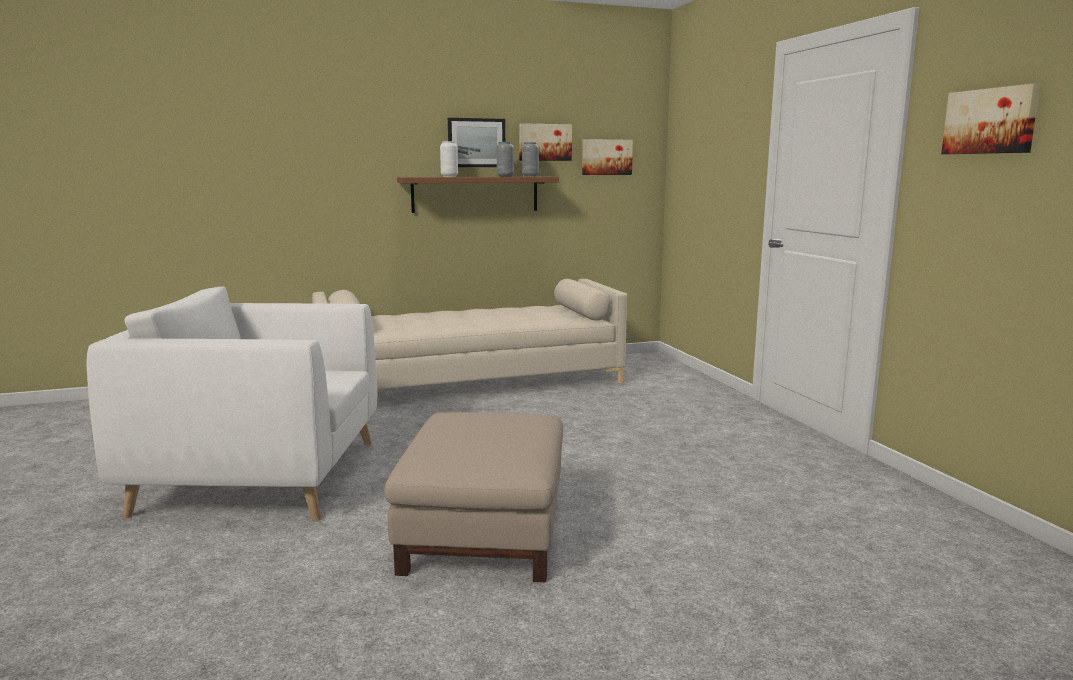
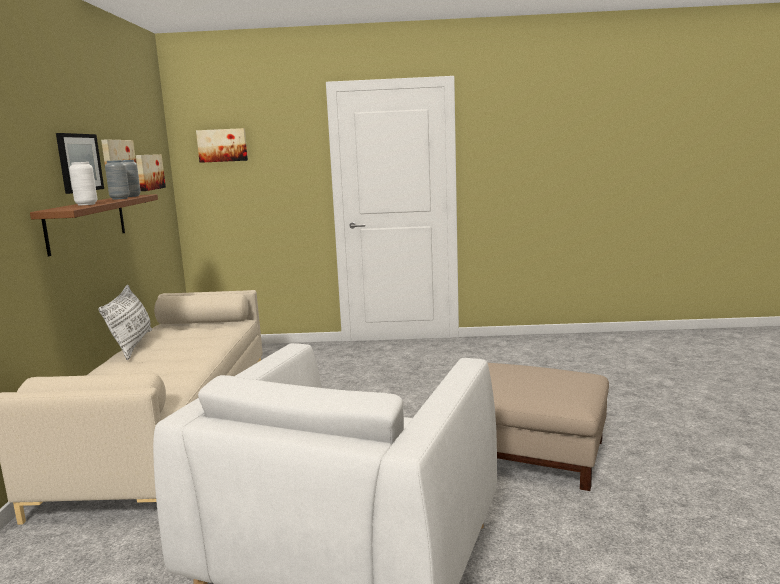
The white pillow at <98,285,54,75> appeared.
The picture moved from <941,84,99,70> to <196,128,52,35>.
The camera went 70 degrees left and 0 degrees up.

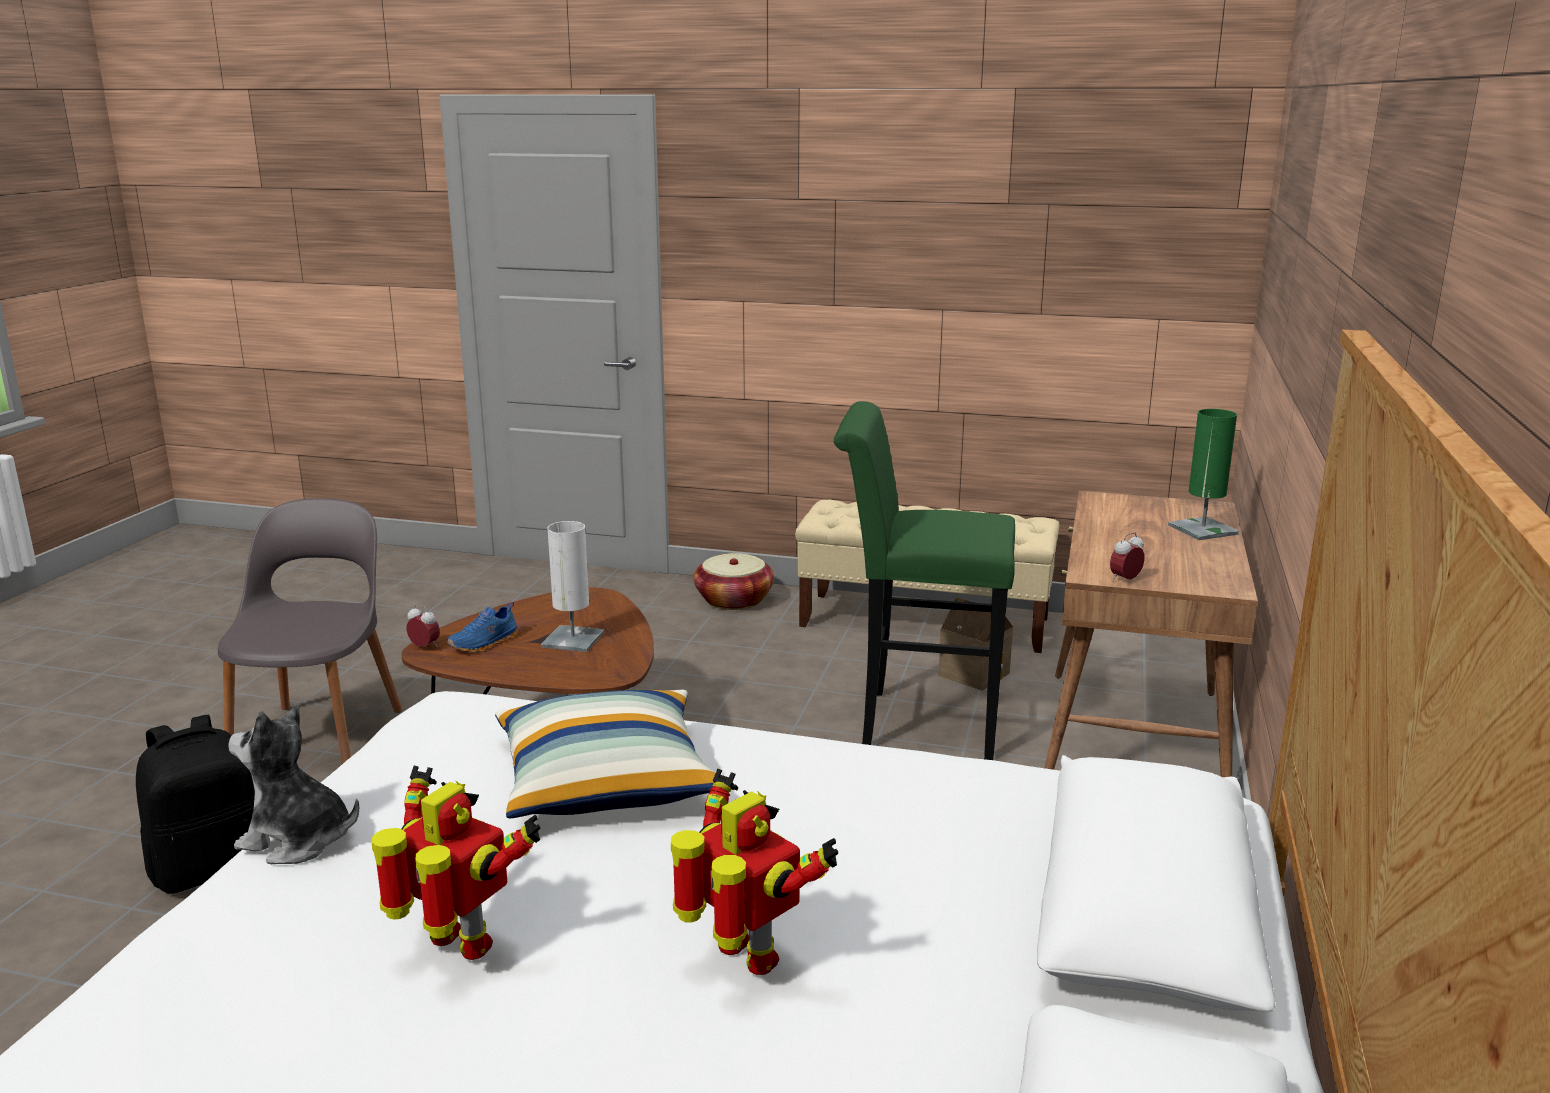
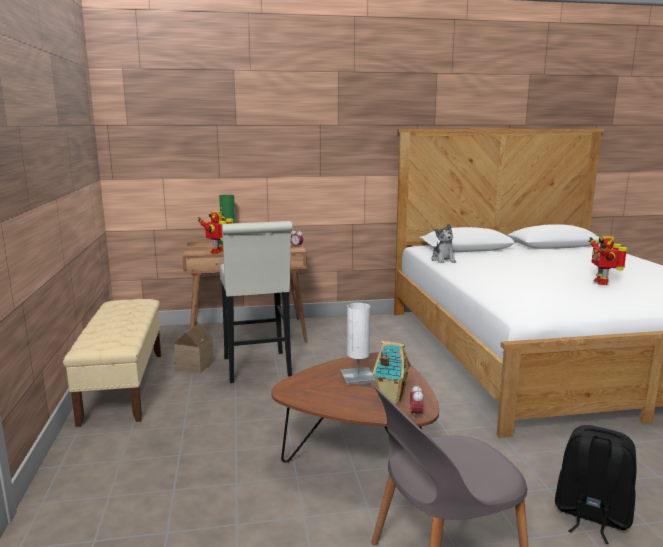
The pillow at <495,690,225,128> disappeared.
The basket at <693,553,81,57> disappeared.
The plush toy moved from <228,705,131,159> to <431,224,25,39>.
The toy robot moved from <671,769,167,206> to <198,211,35,43>.
The blue shoe at <447,602,71,51> was replaced by the toy house at <372,341,39,64>.
The green stool at <834,401,181,359> became the white stool at <220,221,73,162>.
The camera went 115 degrees left and 5 degrees down.

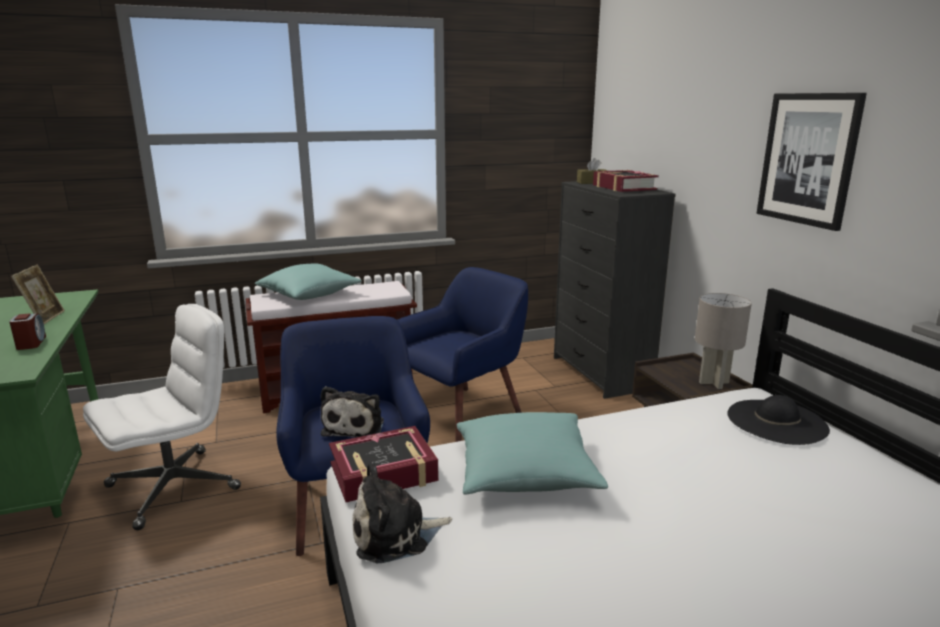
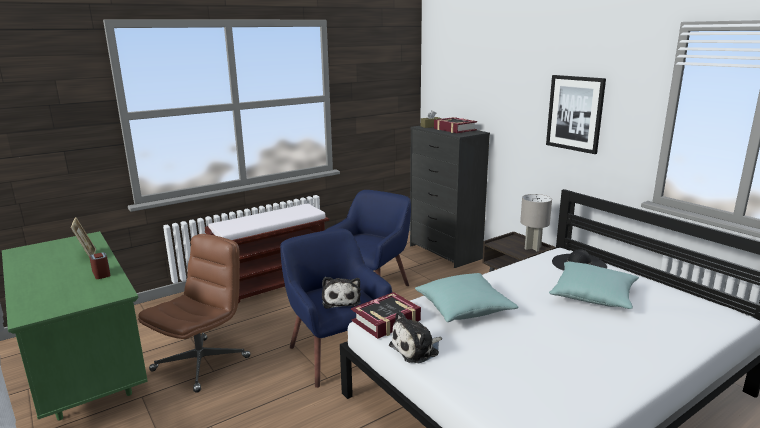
The turquoise pillow moved from <255,263,107,37> to <549,261,90,48>.
The white office chair at <83,304,158,226> became the brown office chair at <138,234,113,159>.
The camera went 15 degrees left and 0 degrees up.

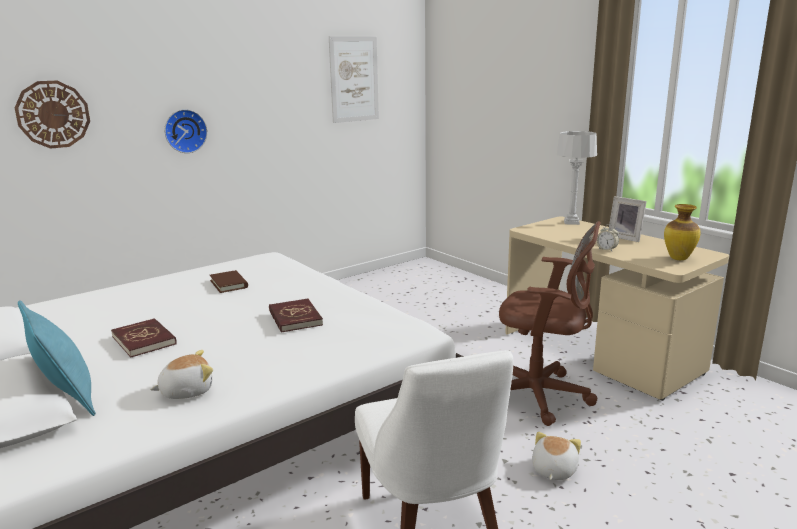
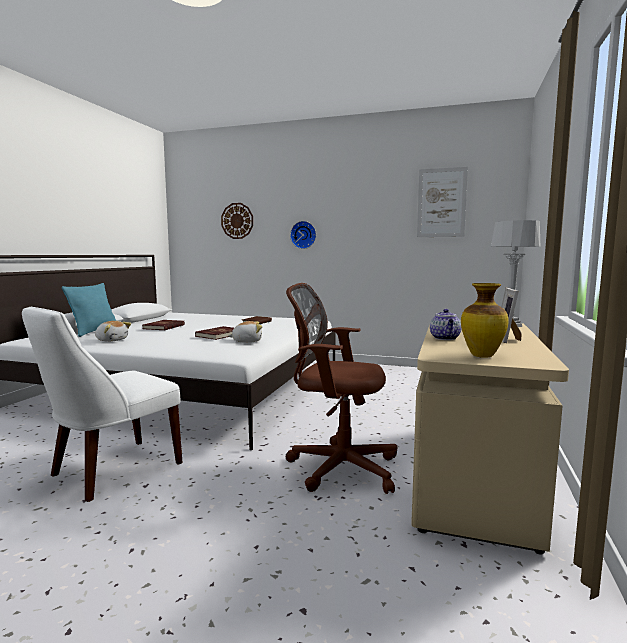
The plush toy moved from <532,432,49,48> to <228,321,34,22>.
The alarm clock at <597,224,22,27> was replaced by the teapot at <430,309,32,31>.
The brown office chair at <499,221,102,205> turned 120 degrees clockwise.
The camera went 55 degrees right and 10 degrees down.

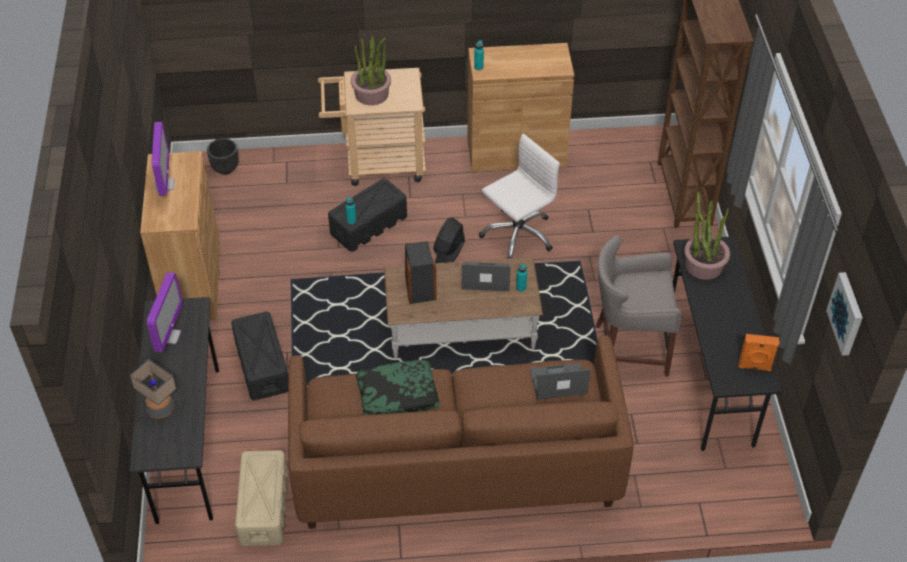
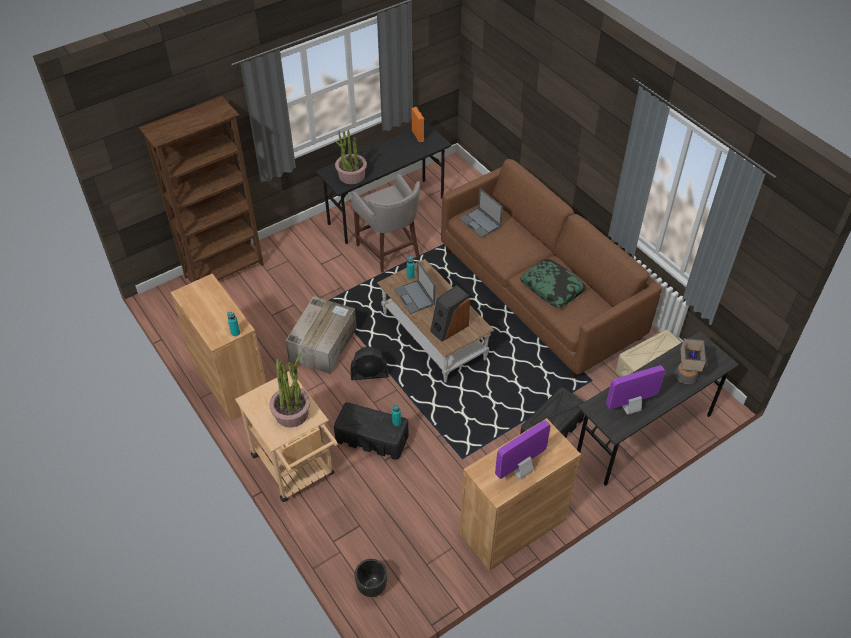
The picture at <826,272,37,84> disappeared.
The white office chair at <479,134,81,125> was replaced by the cardboard box at <285,296,72,78>.
The camera went 120 degrees left and 0 degrees up.

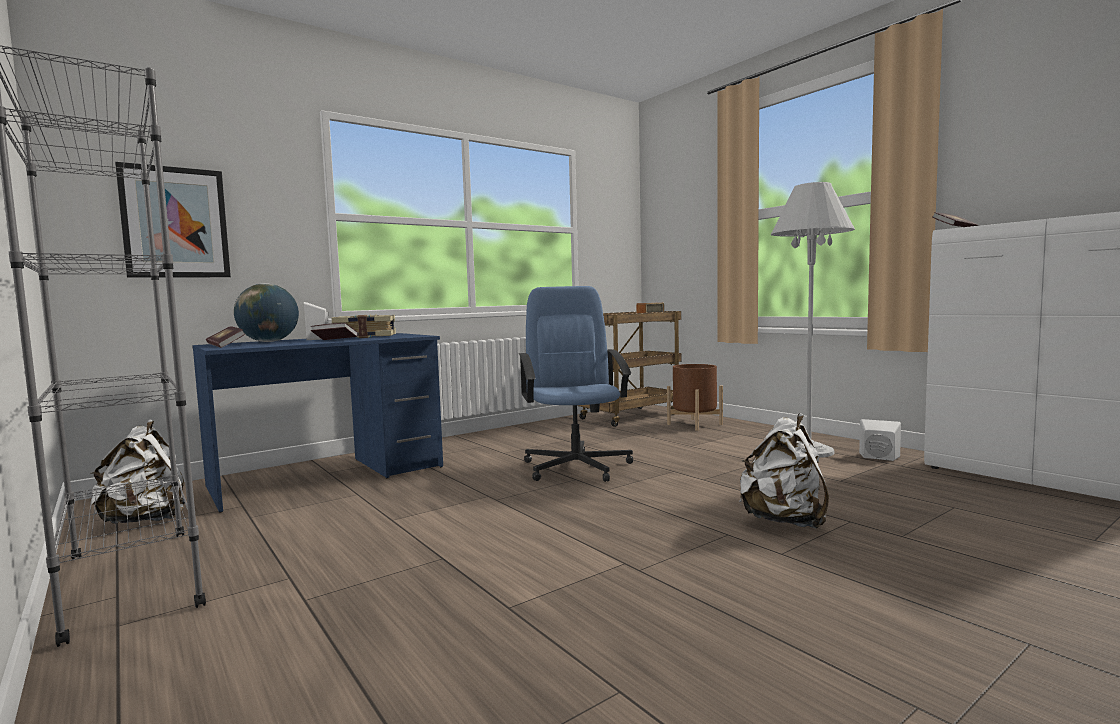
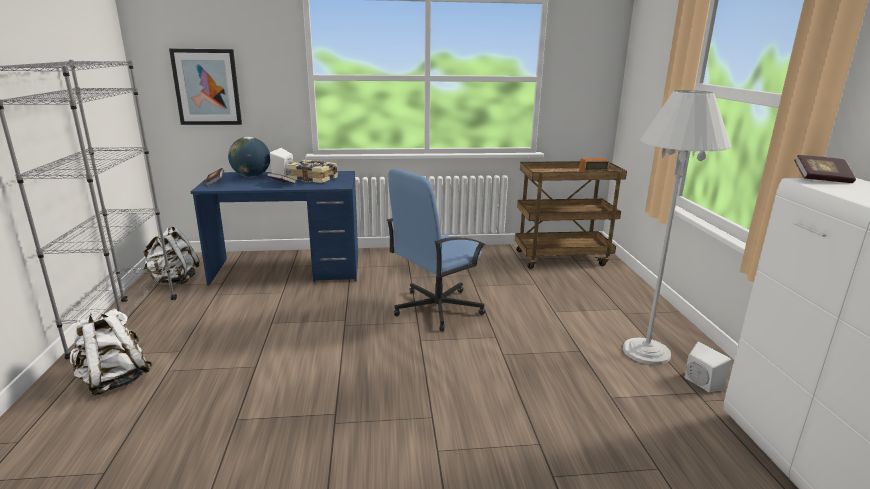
The brown planter at <667,364,56,67> disappeared.
The white backpack moved from <739,413,90,116> to <70,308,83,88>.
The blue office chair at <519,286,114,196> turned 150 degrees counterclockwise.
The camera went 30 degrees right and 15 degrees up.

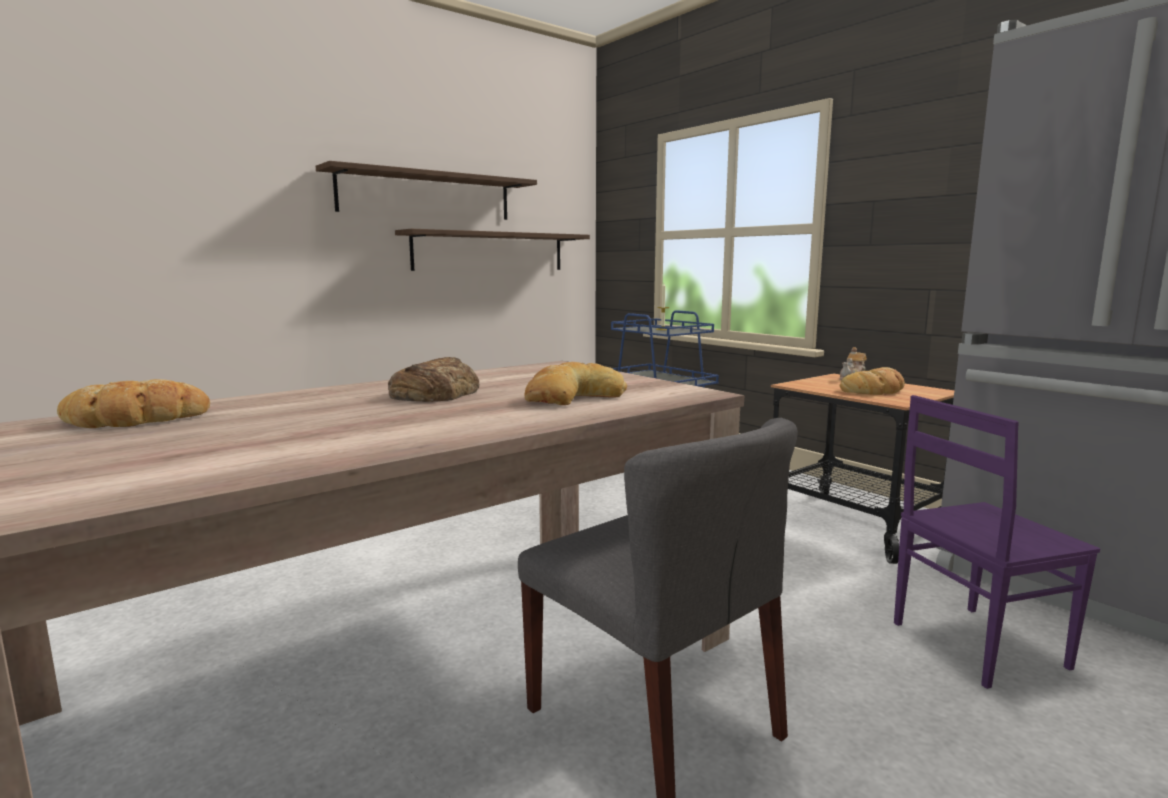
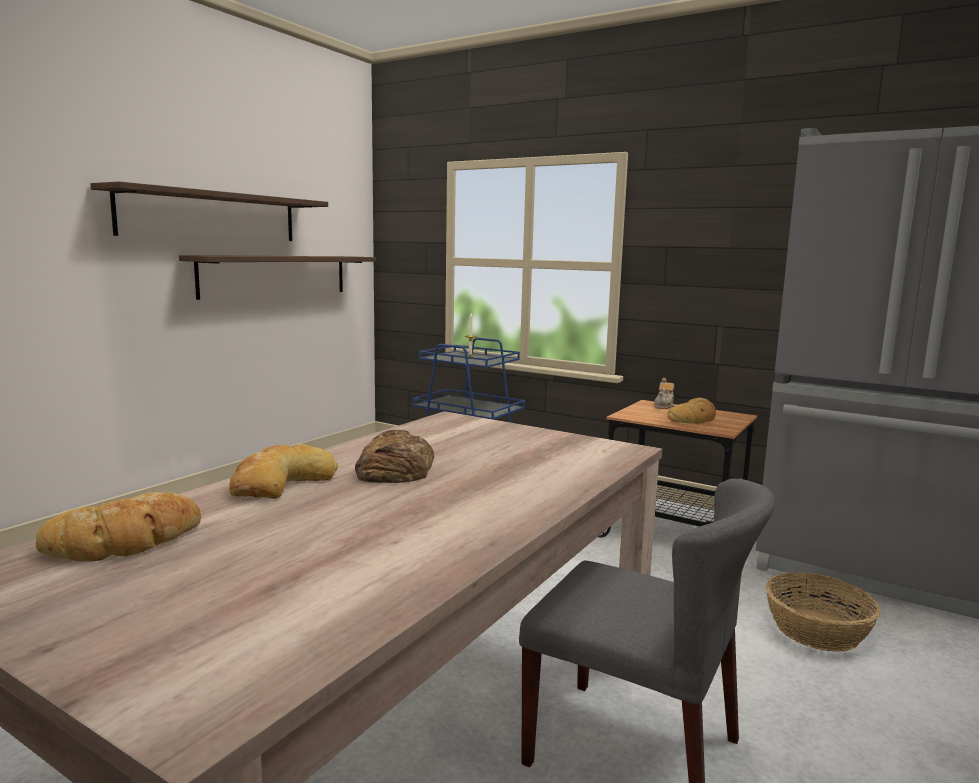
The bread moved from <525,362,102,43> to <229,444,109,55>.
The purple chair at <894,395,206,294> was replaced by the basket at <766,572,115,80>.
The camera went 20 degrees left and 0 degrees up.

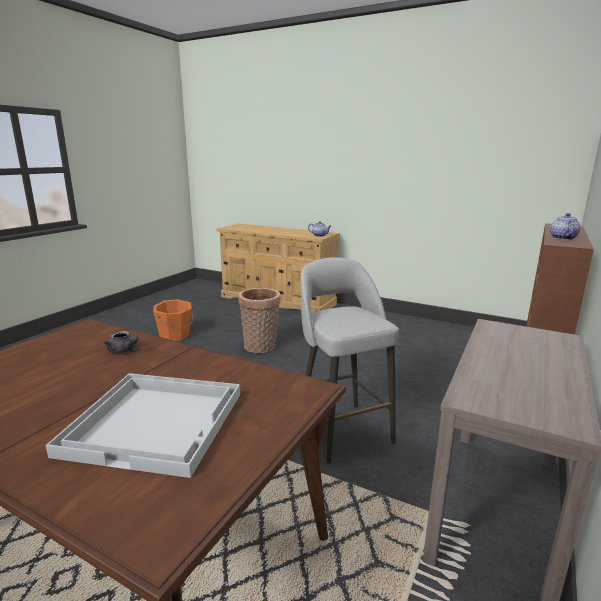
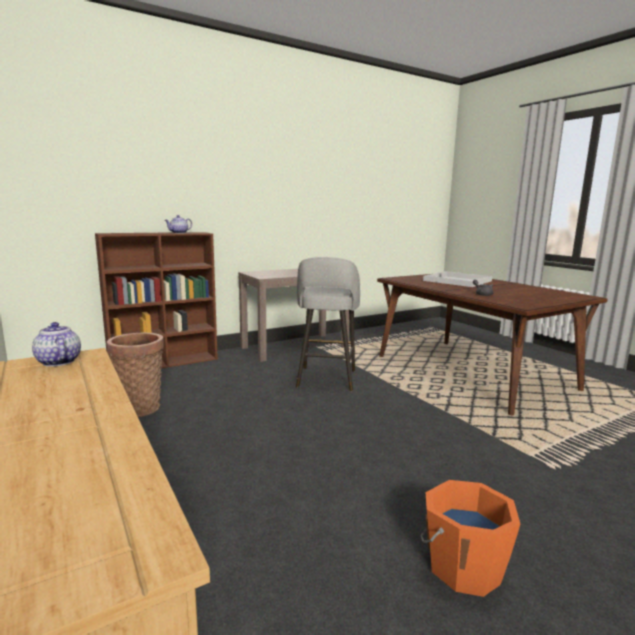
The basket moved from <238,288,43,65> to <106,333,58,84>.
The camera went 150 degrees left and 5 degrees down.

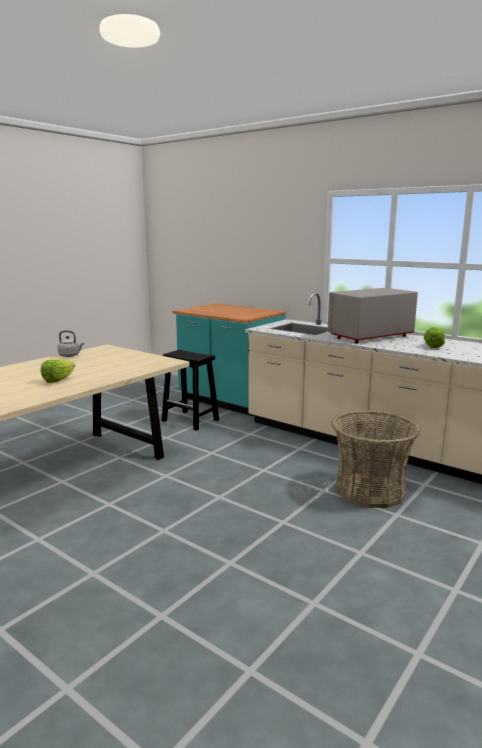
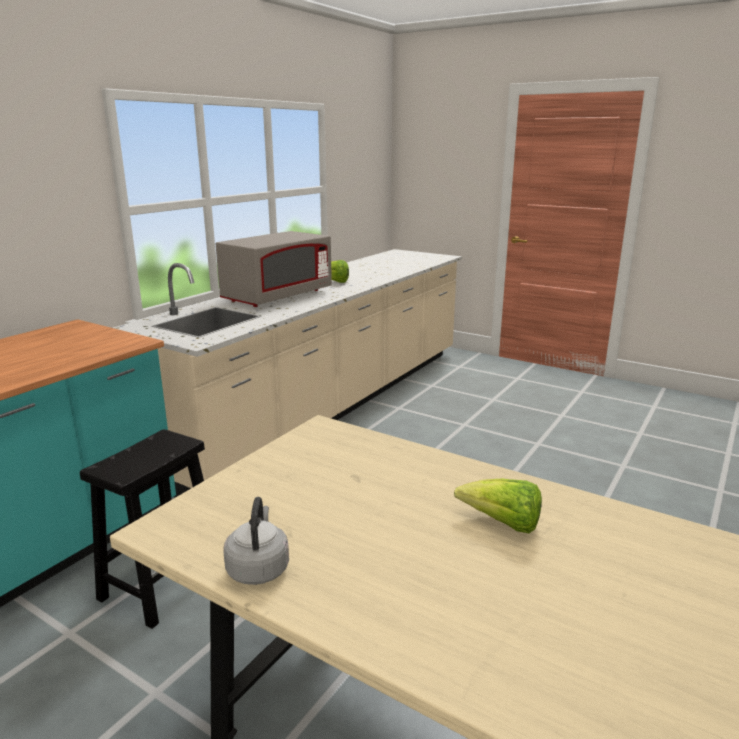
The basket at <331,410,89,98> disappeared.
The grey microwave at <328,288,90,56> turned 105 degrees counterclockwise.
The camera went 95 degrees left and 5 degrees up.

